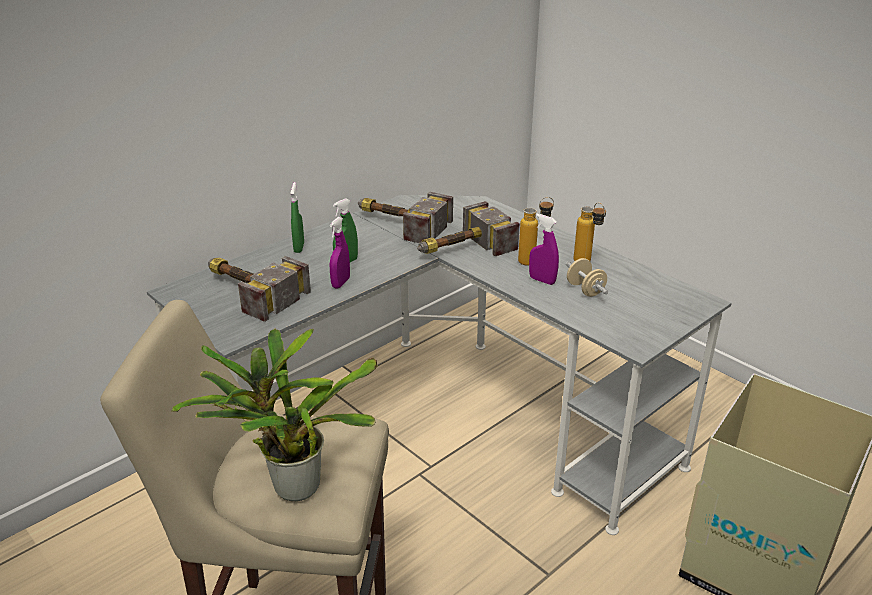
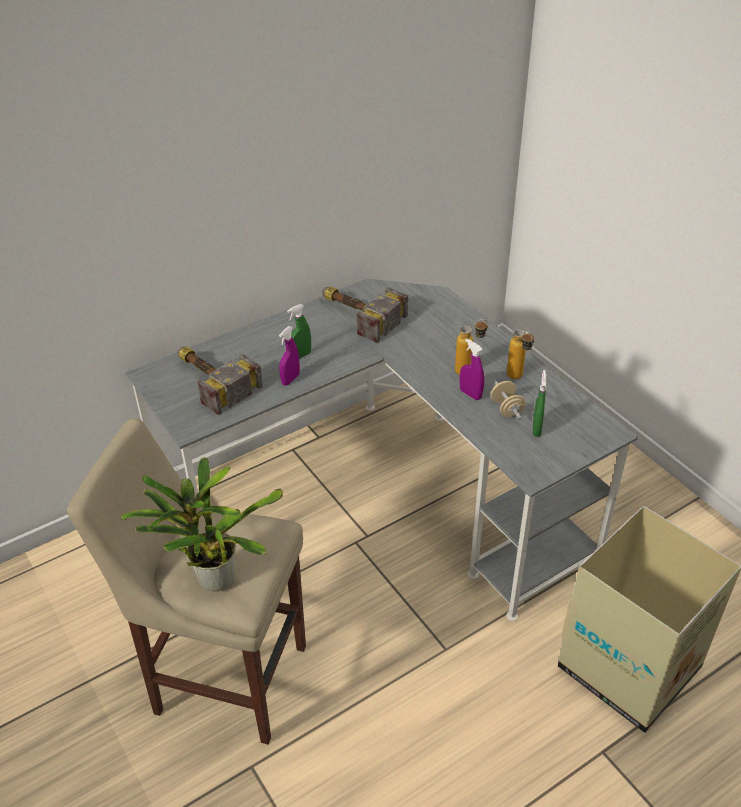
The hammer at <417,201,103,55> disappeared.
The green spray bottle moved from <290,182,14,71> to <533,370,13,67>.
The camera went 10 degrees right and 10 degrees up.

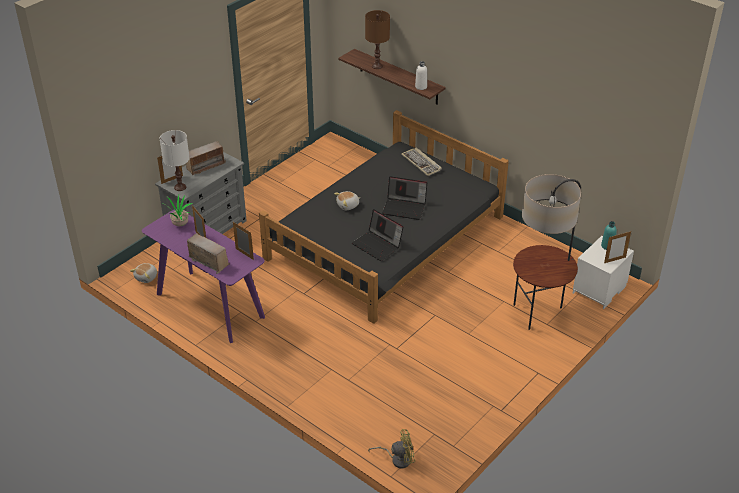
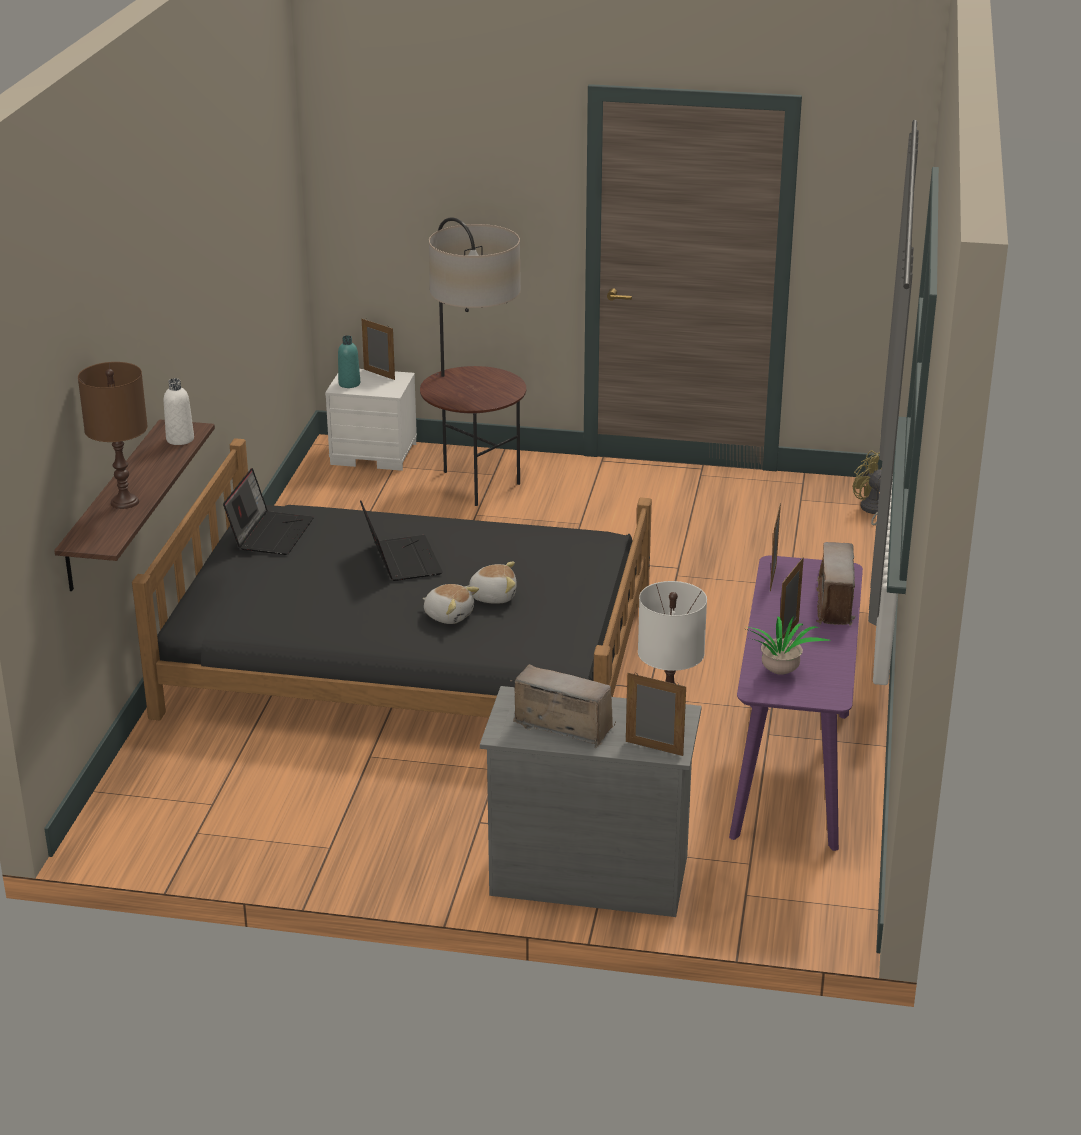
The keyboard at <401,148,41,28> disappeared.
The plush toy moved from <130,263,27,20> to <465,562,52,42>.
The laptop moved from <352,209,52,52> to <223,468,91,87>.
The camera went 120 degrees left and 10 degrees down.

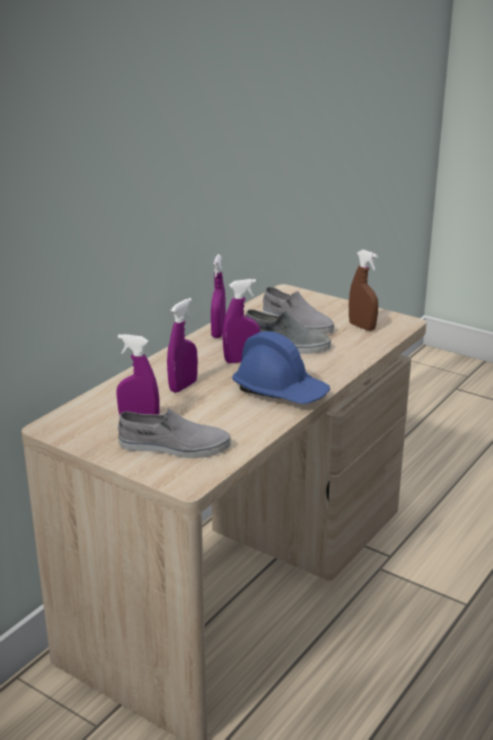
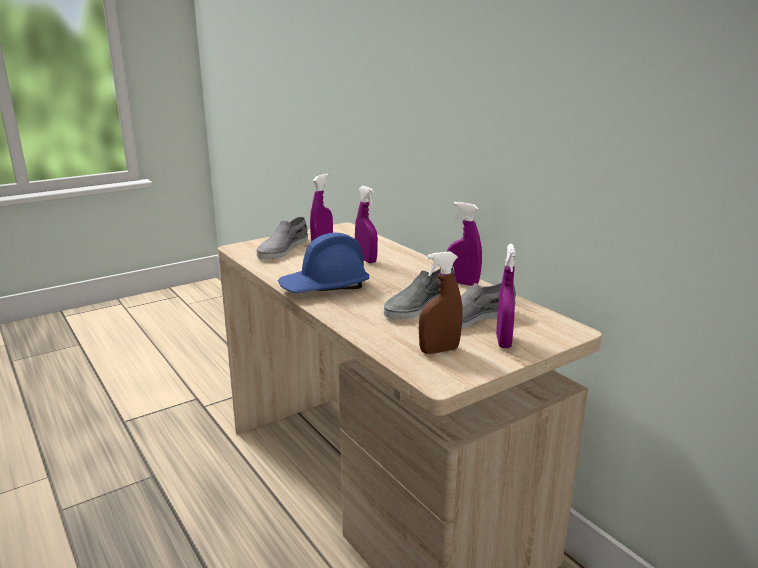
The purple spray bottle moved from <222,279,38,84> to <496,244,20,104>.
The camera went 110 degrees right and 5 degrees down.

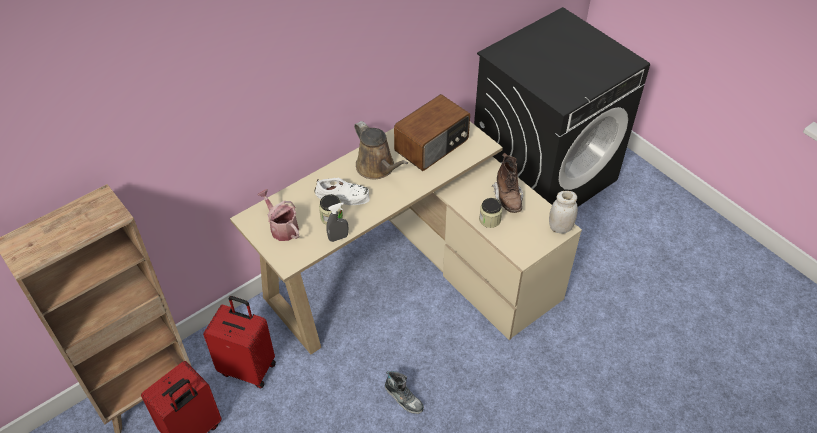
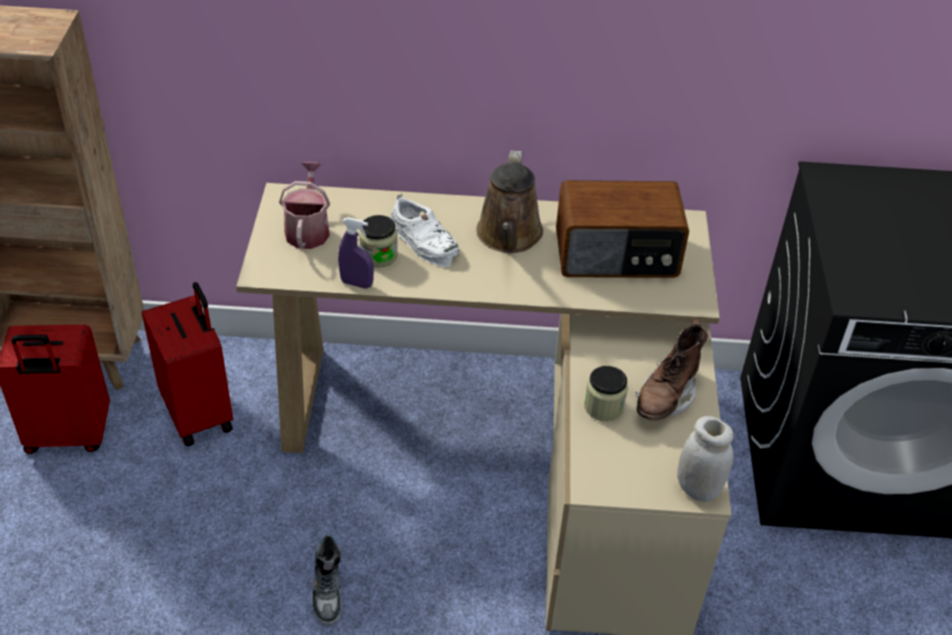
The grey spray bottle at <326,202,22,40> became the purple spray bottle at <338,217,36,71>.
The camera went 40 degrees right and 5 degrees down.

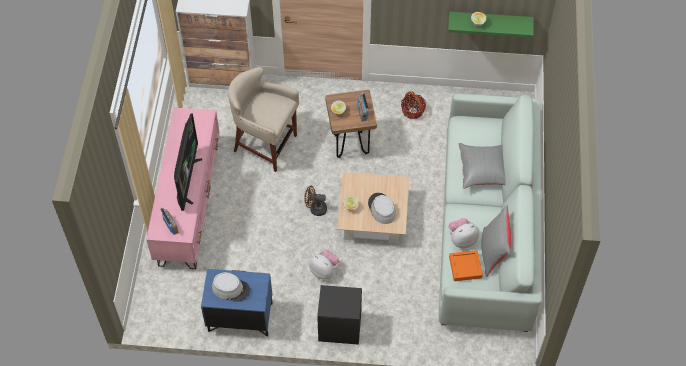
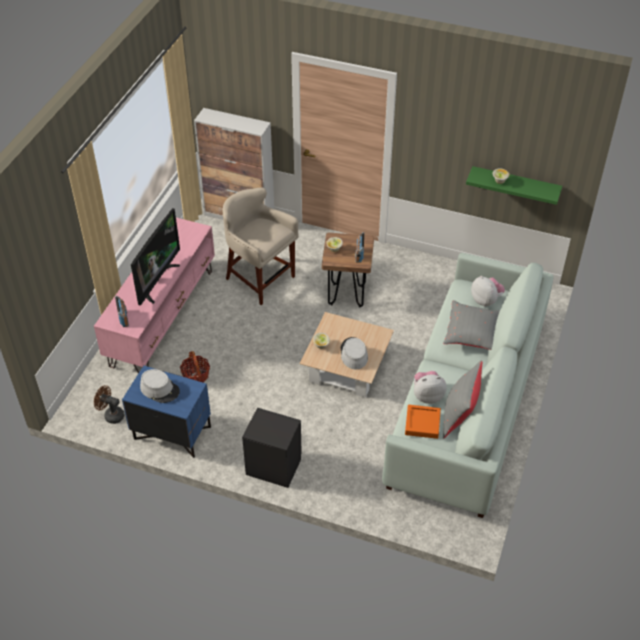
The brown fan moved from <304,186,23,30> to <94,385,31,39>.
The plush toy moved from <309,250,30,29> to <471,276,34,30>.
The basket moved from <401,91,25,28> to <180,351,30,32>.
The camera went 15 degrees right and 10 degrees down.

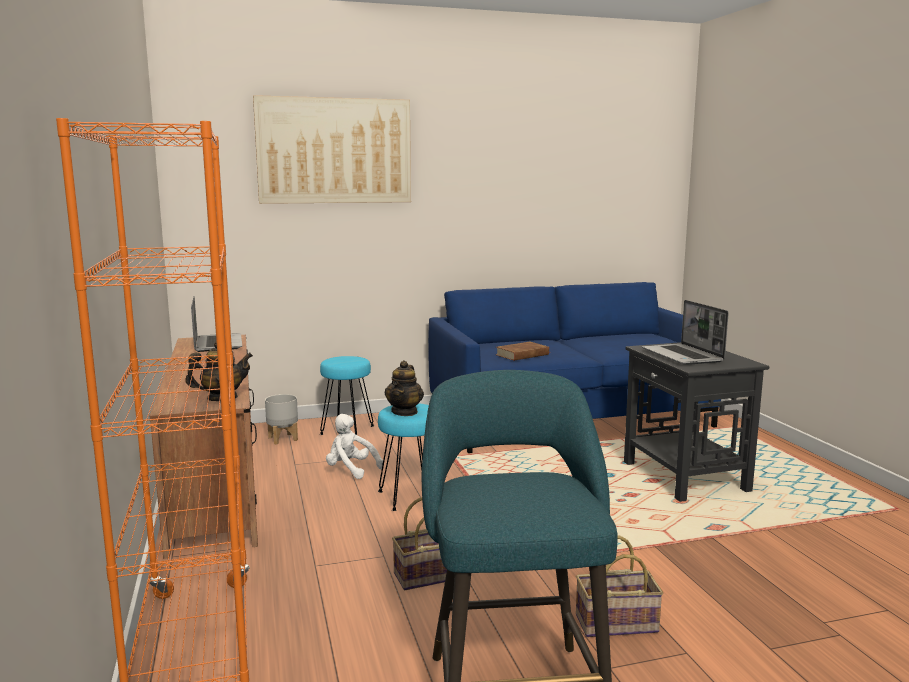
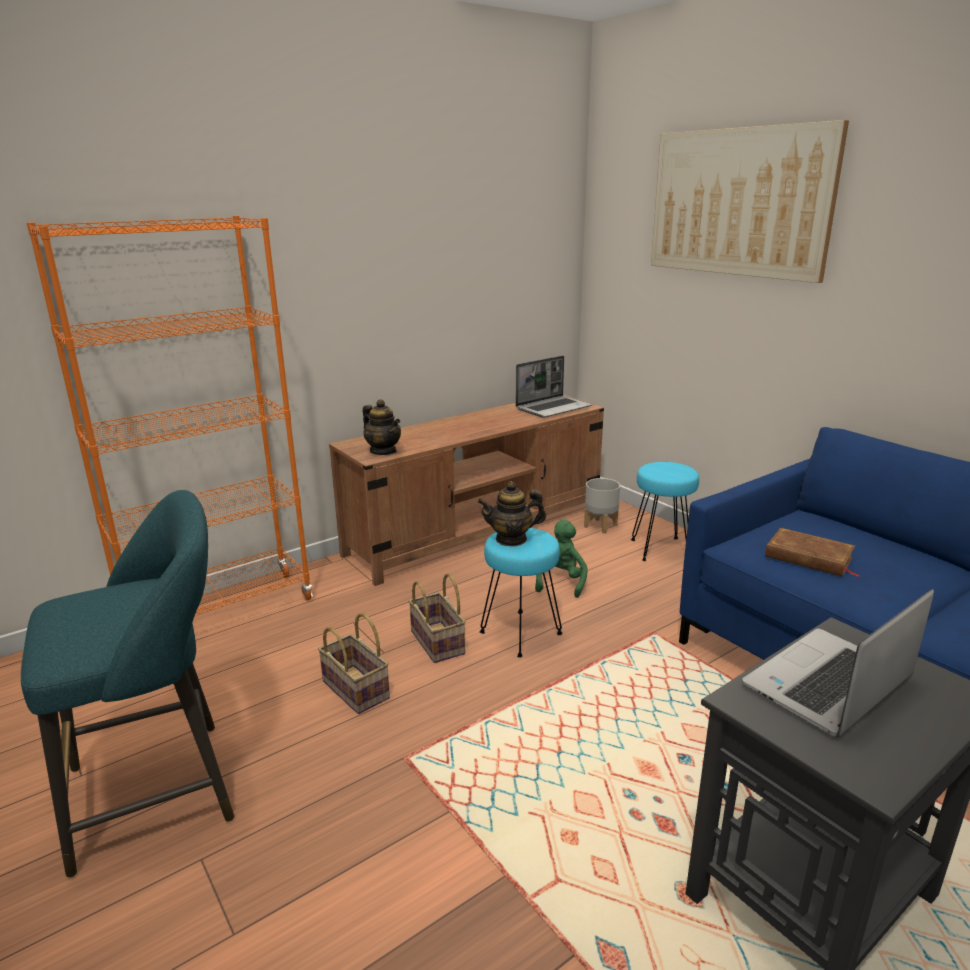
The basket moved from <576,536,87,101> to <408,573,58,90>.
The white plush toy at <326,414,57,65> became the green plush toy at <535,519,53,79>.
The camera went 70 degrees right and 10 degrees up.

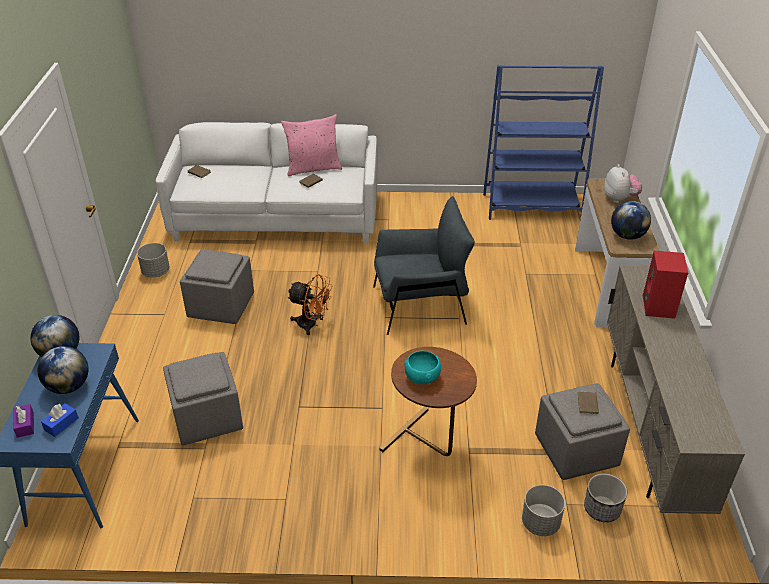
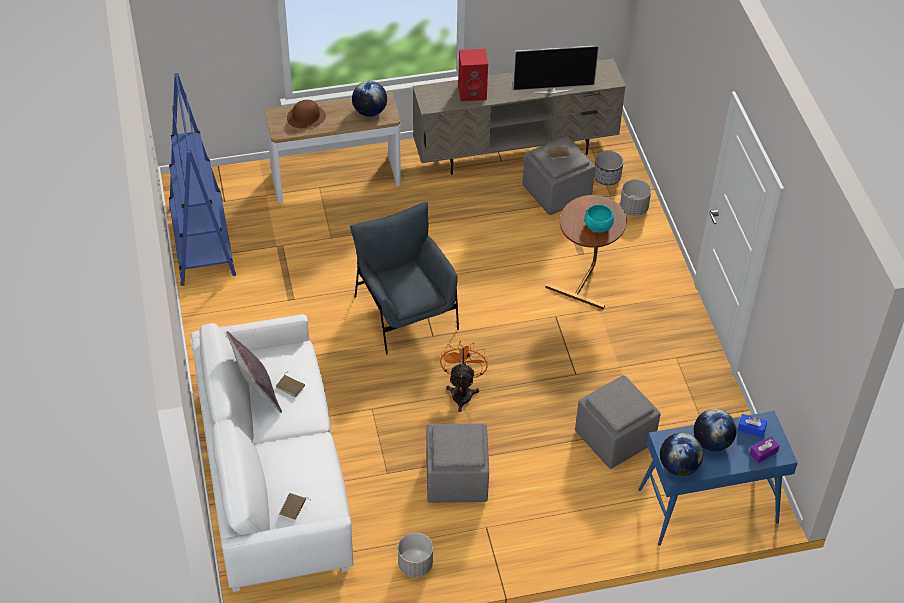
The television at <512,45,87,49> appeared.
The plush toy at <604,164,38,39> was replaced by the brown hat at <287,100,39,28>.
The pink pillow at <281,114,61,62> became the grey pillow at <226,331,56,82>.
The camera went 105 degrees left and 10 degrees up.

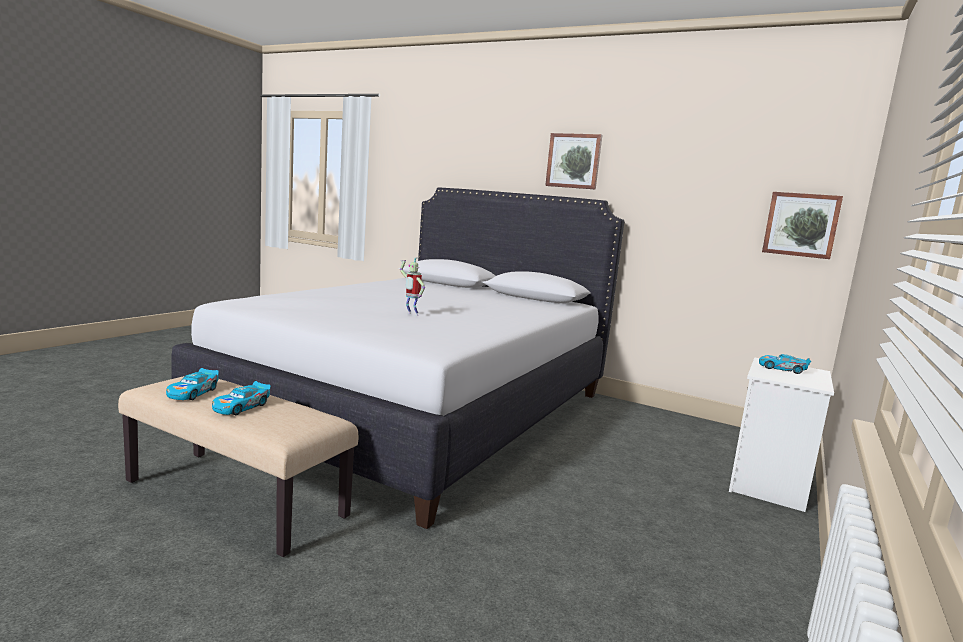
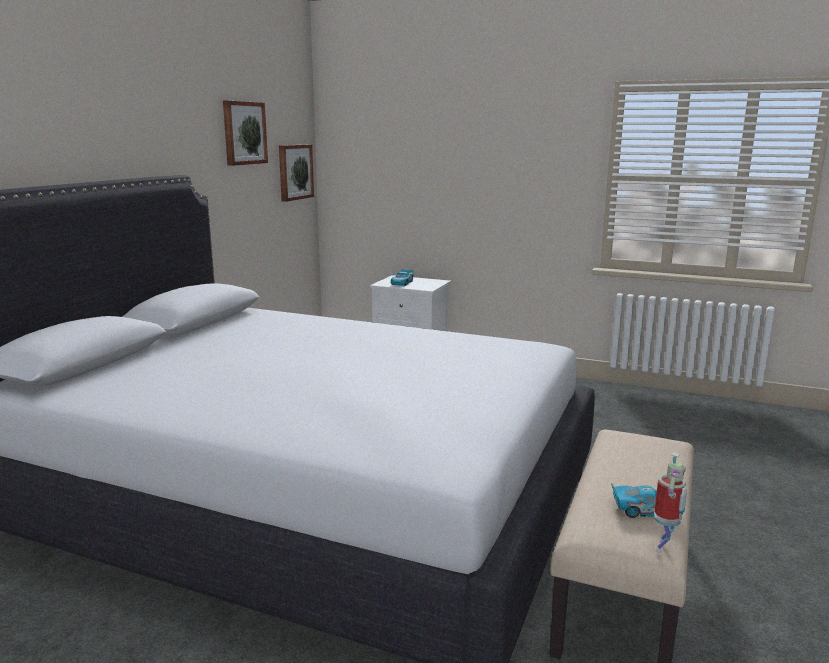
The toy car at <212,381,59,34> disappeared.
The toy robot moved from <400,257,25,59> to <654,453,33,100>.
The picture moved from <545,133,57,57> to <223,101,45,65>.
The camera went 95 degrees left and 5 degrees up.

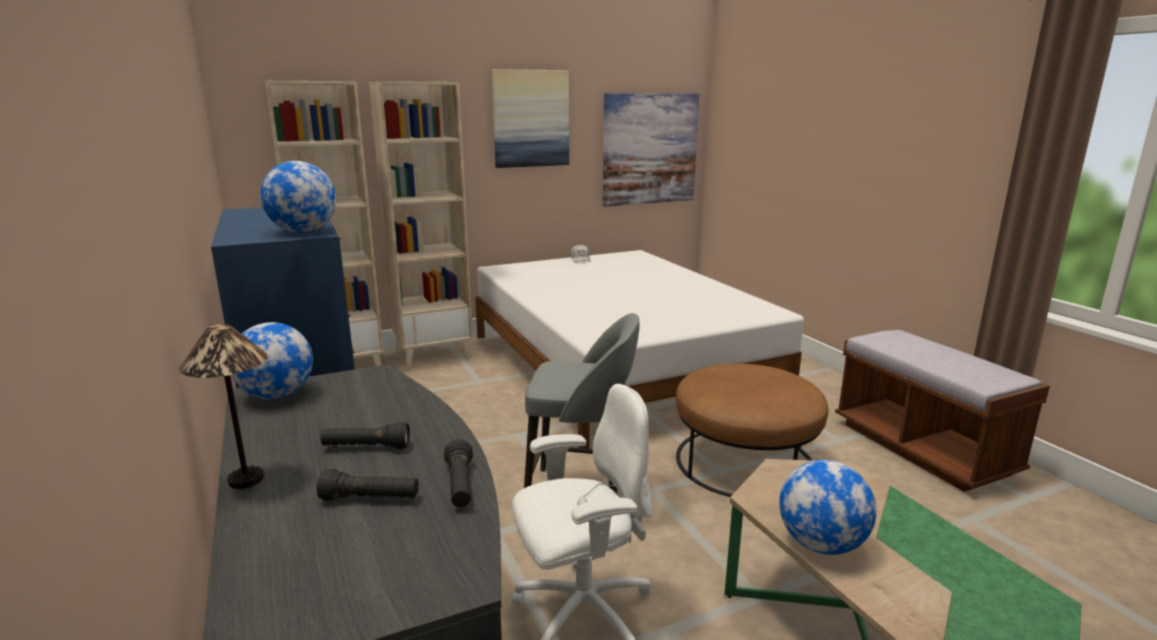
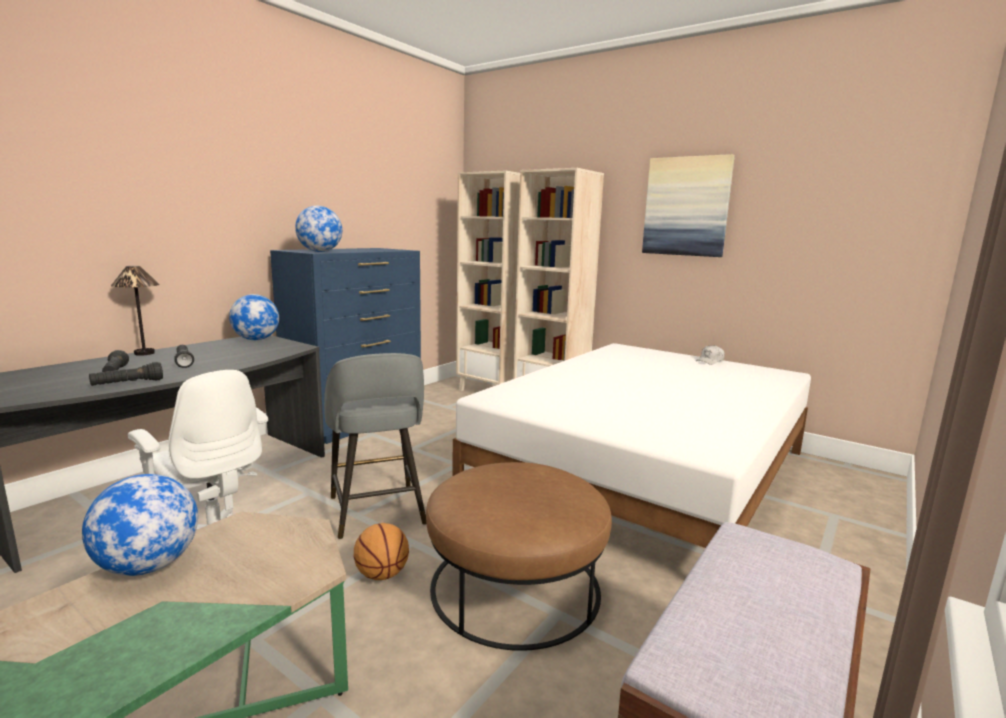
The picture at <603,93,96,114> disappeared.
The basketball at <354,523,55,57> appeared.
The camera went 60 degrees right and 5 degrees down.

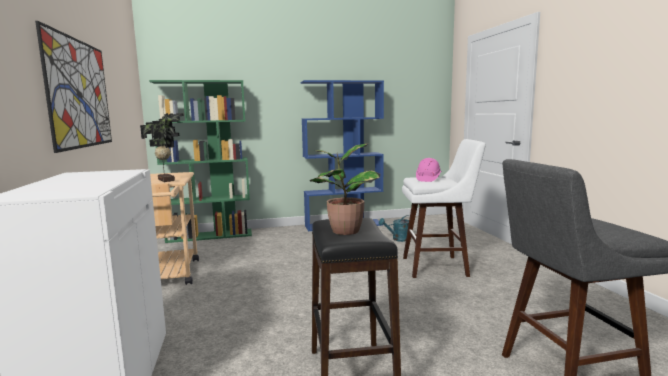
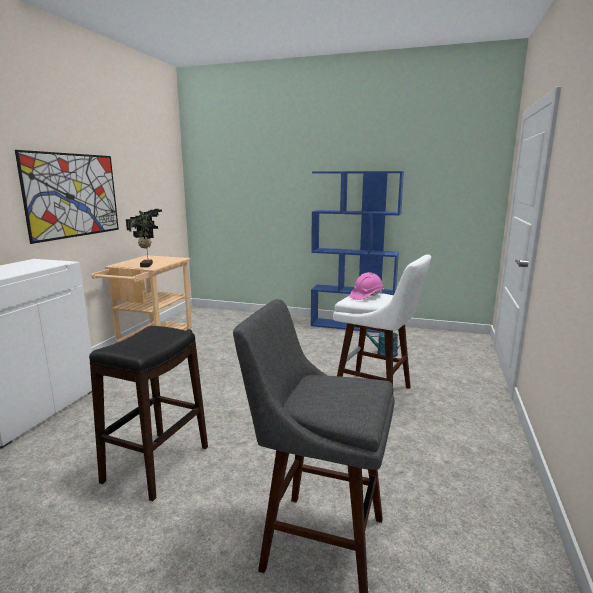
The green bookcase at <149,80,103,163> disappeared.
The potted plant at <310,143,70,92> disappeared.
The camera went 30 degrees right and 5 degrees up.

